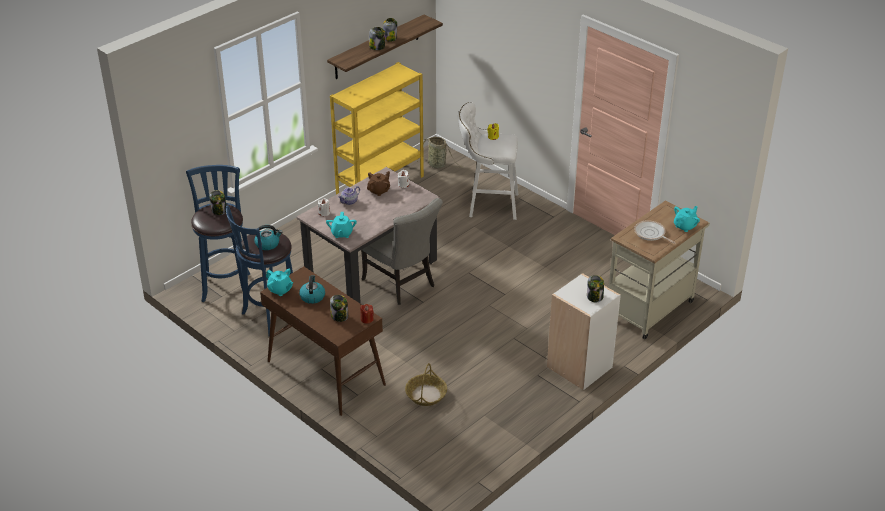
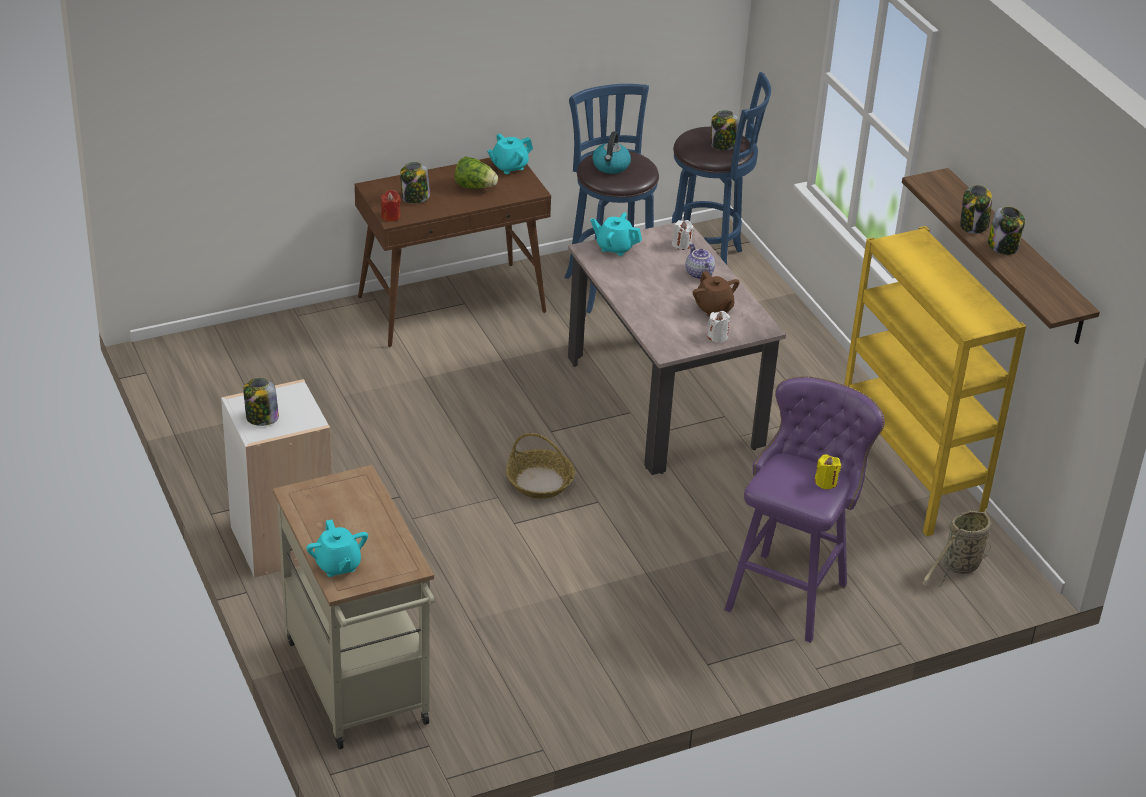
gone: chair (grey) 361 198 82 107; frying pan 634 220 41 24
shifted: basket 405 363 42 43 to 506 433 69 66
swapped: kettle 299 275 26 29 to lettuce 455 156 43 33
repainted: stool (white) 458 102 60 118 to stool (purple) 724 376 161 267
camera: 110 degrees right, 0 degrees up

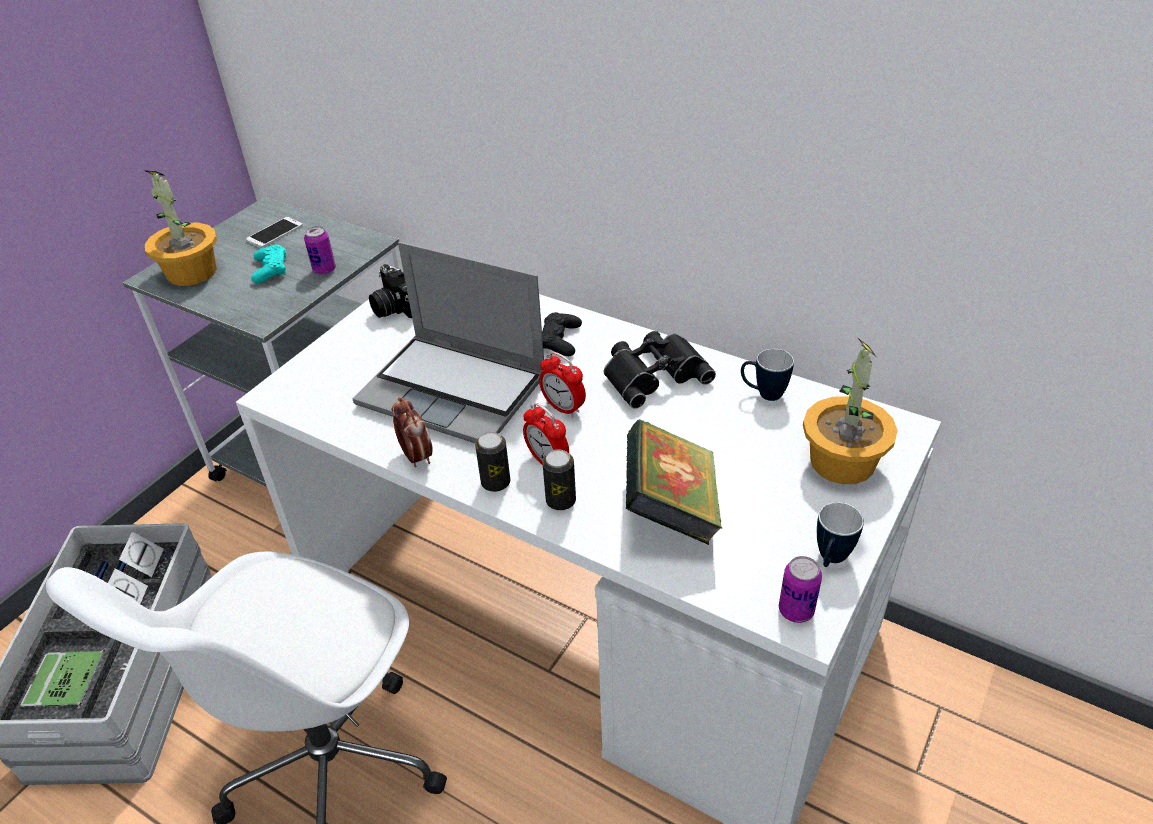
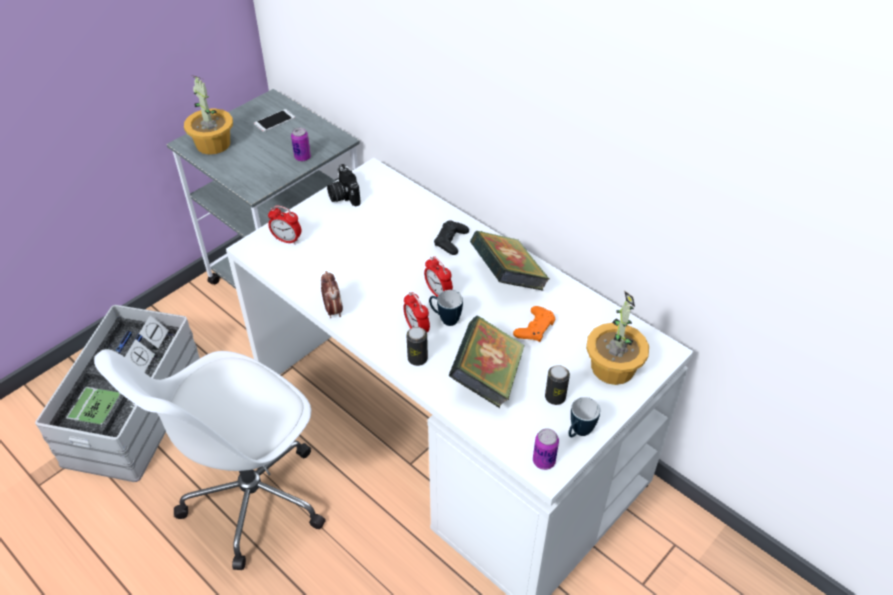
gone: game controller (turquoise) 251 244 35 39; laptop 353 242 191 201
new: alarm clock 268 205 33 39; game controller (orange) 513 306 42 36
shifted: can 475 432 35 60 to 545 365 25 40; mug 741 349 53 52 to 429 290 34 36
swapped: binoculars (black) 604 331 112 77 to book 470 231 79 60
camera: 10 degrees right, 5 degrees up

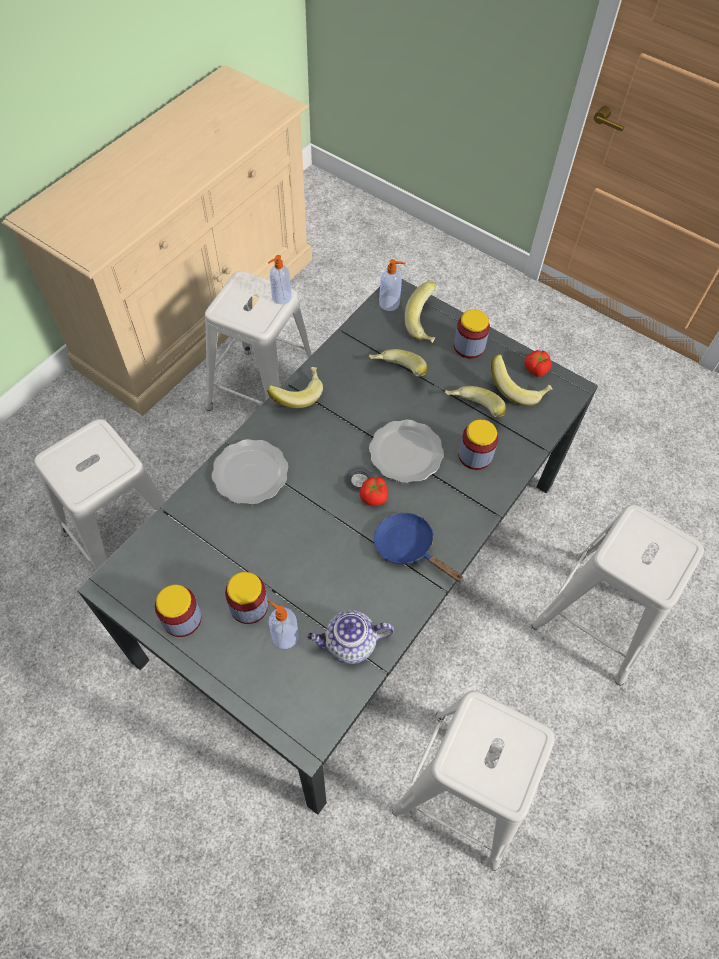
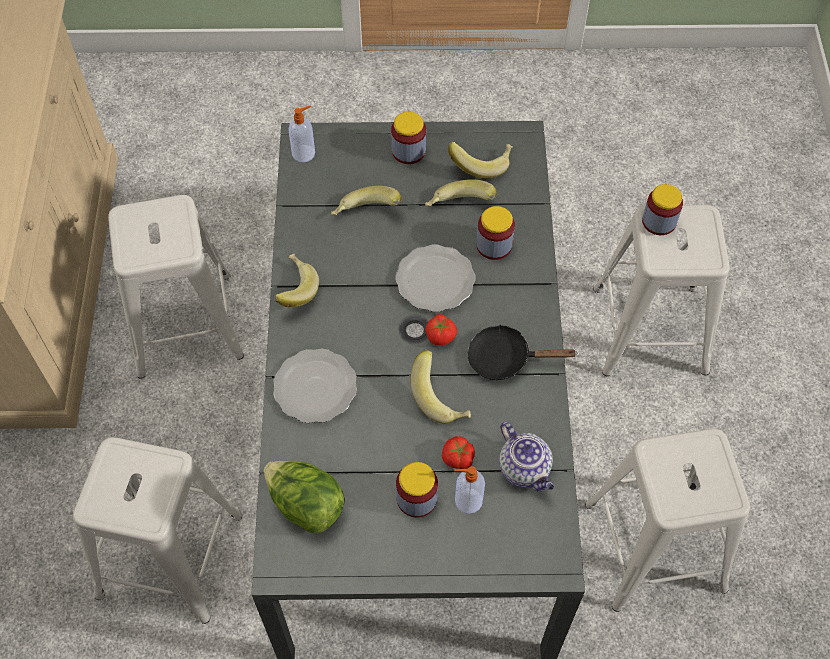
gone: soap dispenser 268 255 24 49
new: lettuce 264 461 81 72
shifted: jar 155 585 47 52 to 642 184 41 51; banana 404 282 32 61 to 411 350 60 74; tomato 524 350 28 27 to 442 436 33 33
repainted: frying pan (blue) 374 513 90 69 to frying pan (black) 467 324 110 57
rotated: teapot 307 610 87 54 = 499 422 55 69 75 degrees counterclockwise
camera: 35 degrees left, 0 degrees up

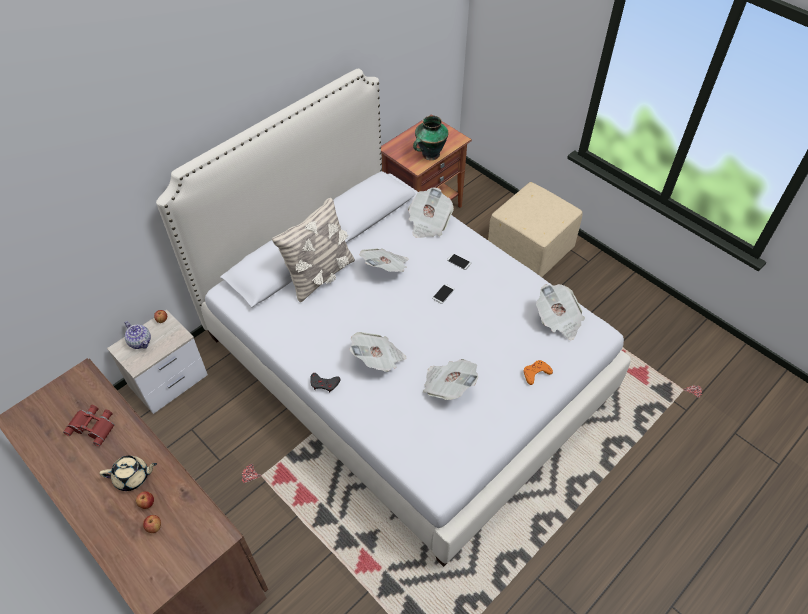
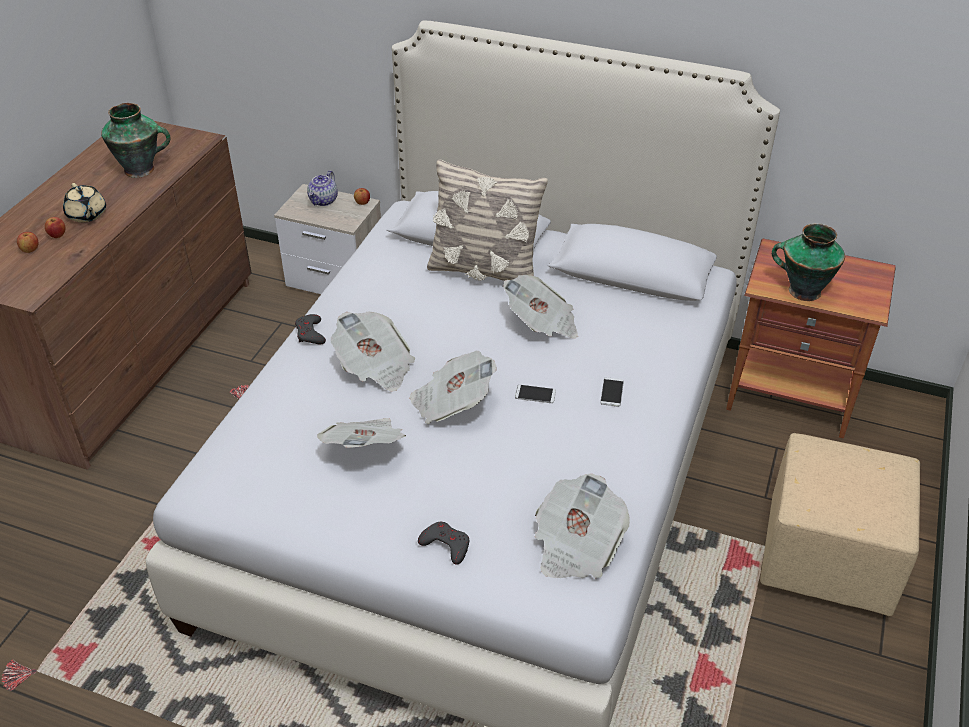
shifted: newspaper 408 187 46 51 to 409 351 88 73
swapped: binoculars (red) 63 405 52 42 to vase 101 103 69 75
repainted: game controller (orange) 524 360 29 25 to game controller (grey) 418 522 51 43
camera: 65 degrees right, 10 degrees down

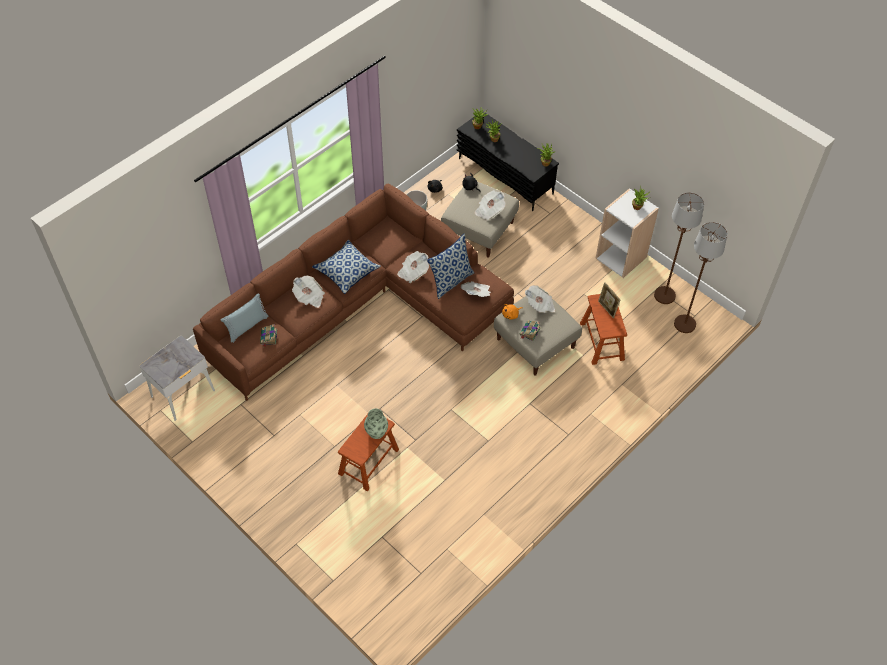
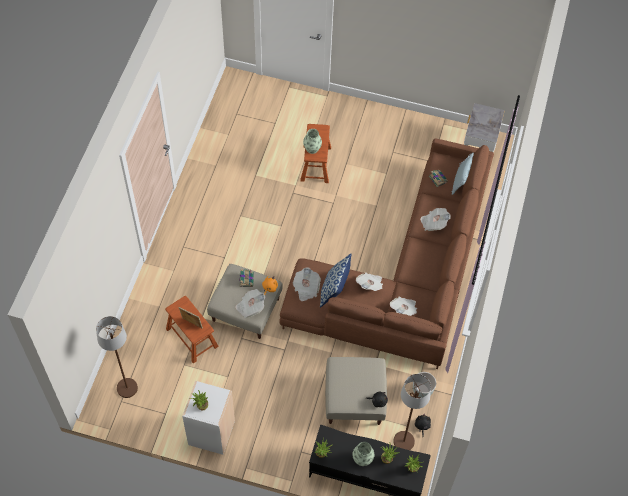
gone: pillow 312 240 69 54
new: vase 352 442 22 24
shifted: newspaper 475 190 31 31 to 390 297 27 19; floor lamp (brown) 654 192 50 112 to 393 374 38 76
camera: 150 degrees right, 5 degrees up

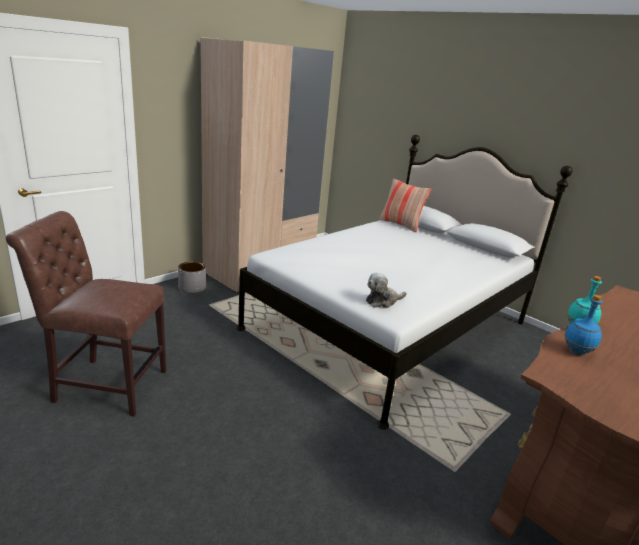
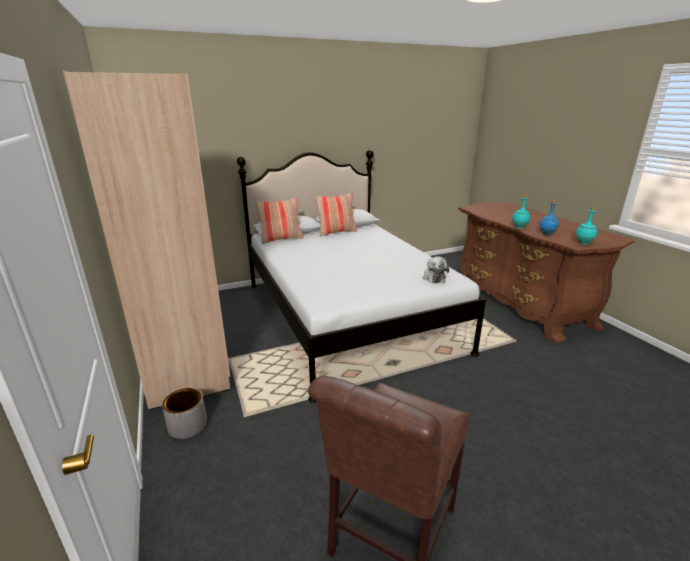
new: pillow 315 193 43 43; bottle (turquoise) 576 207 21 38
camera: 65 degrees left, 0 degrees up

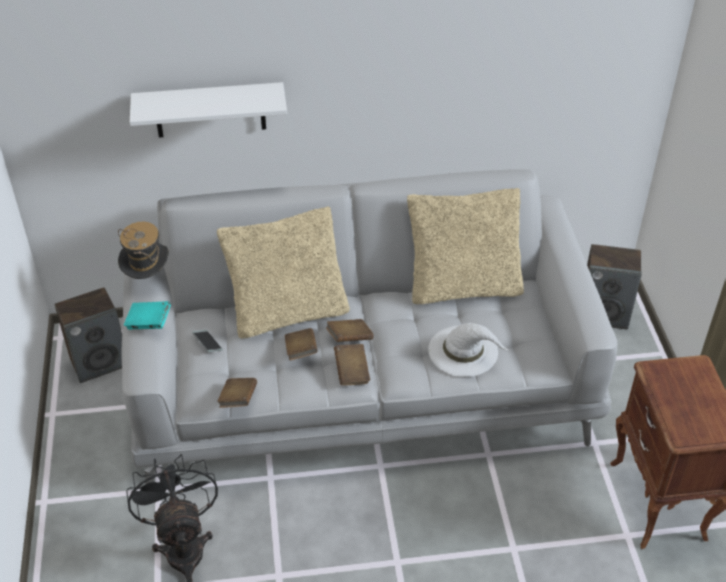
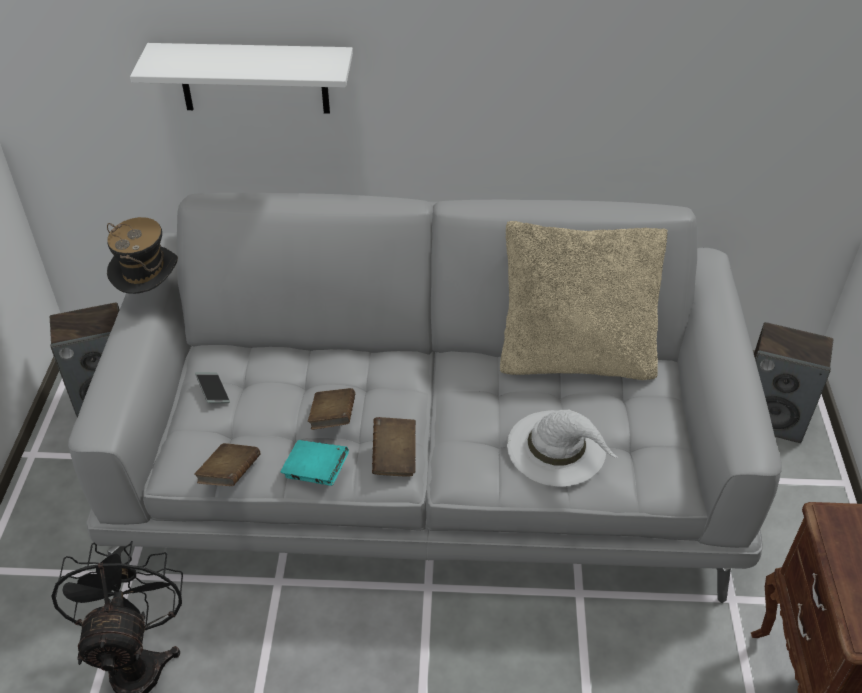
gone: pillow (beige) 217 207 133 132; book (brown) 326 319 48 23
shifted: book (turquoise) 124 301 47 29 to 281 440 68 46
camera: 10 degrees right, 0 degrees up

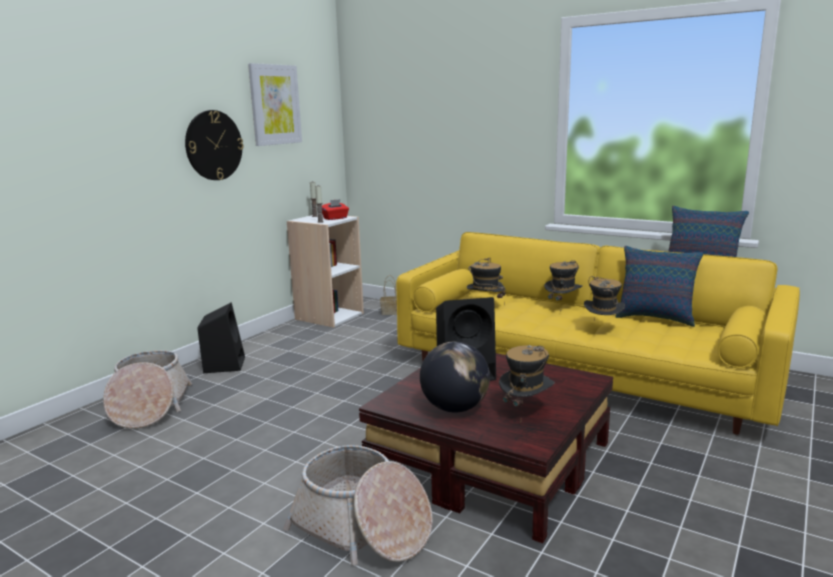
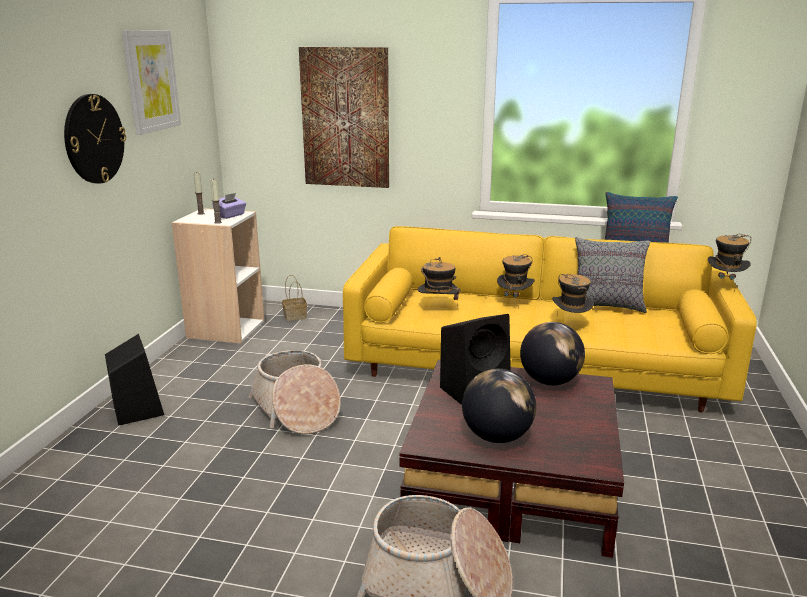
new: picture 299 47 90 141; globe 520 322 65 63
shifted: basket 103 350 89 79 to 249 350 92 84; hat 499 345 56 79 to 708 234 43 58
repainted: tissue box (red) 322 199 27 21 to tissue box (purple) 212 193 34 26; pillow (blue) 616 246 87 81 to pillow (grey) 575 237 75 76
camera: 20 degrees left, 5 degrees up

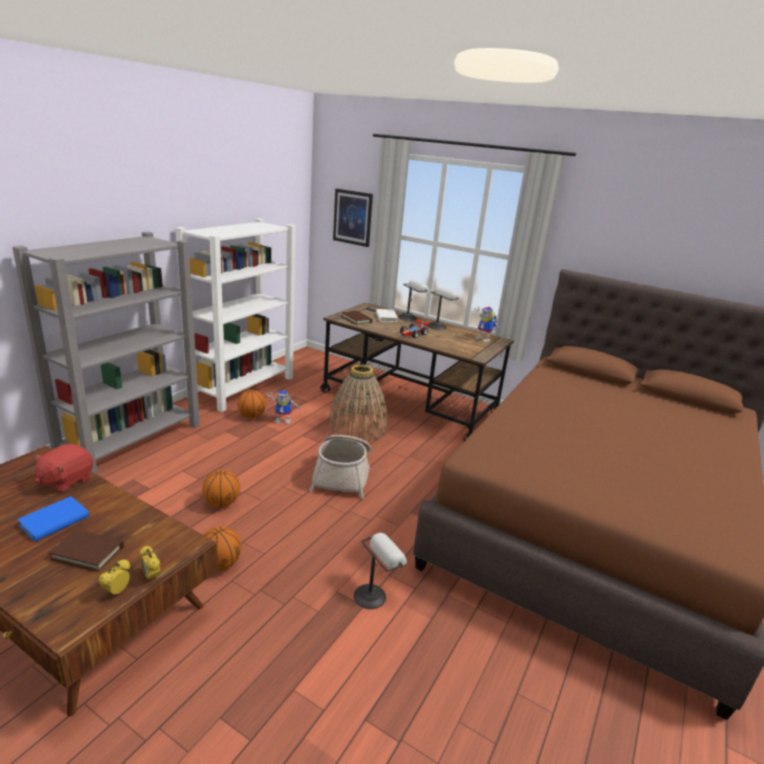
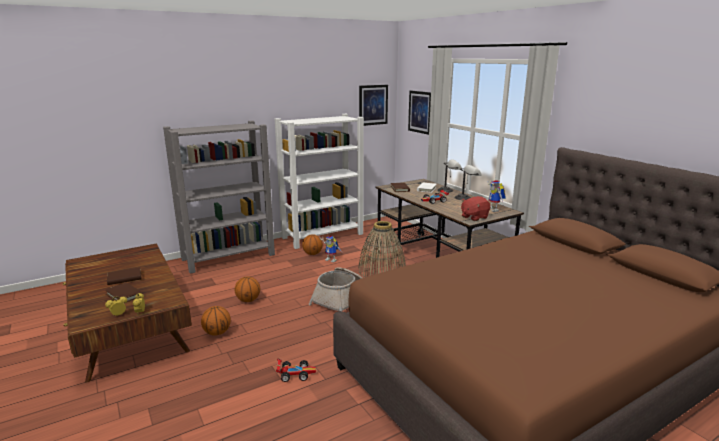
new: picture 359 85 29 41
shifted: plush toy (red) 34 444 59 49 to 461 196 30 25
swapped: table lamp 354 533 53 76 to toy car 276 358 40 24
repainted: book (blue) 17 496 72 46 to book (brown) 107 267 35 18
camera: 30 degrees right, 5 degrees down

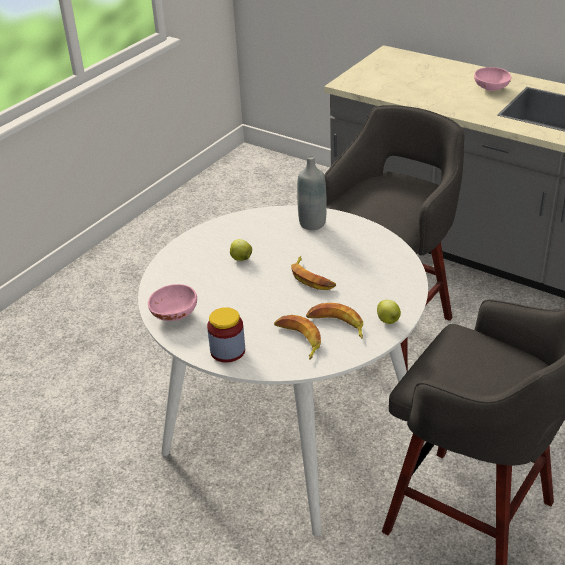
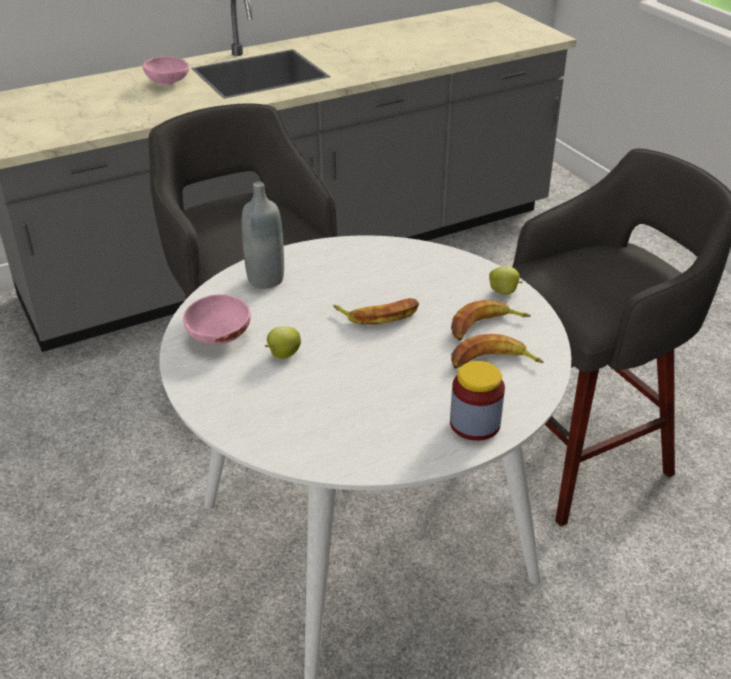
shifted: bowl (pink) 148 284 49 37 to 183 294 68 50
camera: 65 degrees left, 0 degrees up

